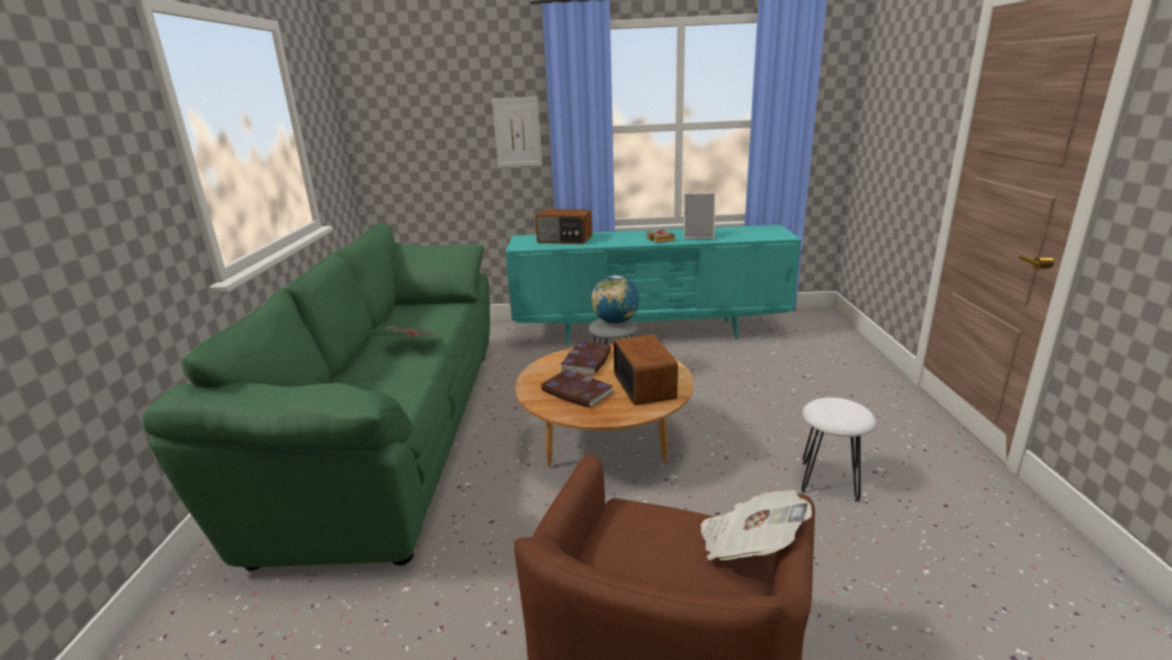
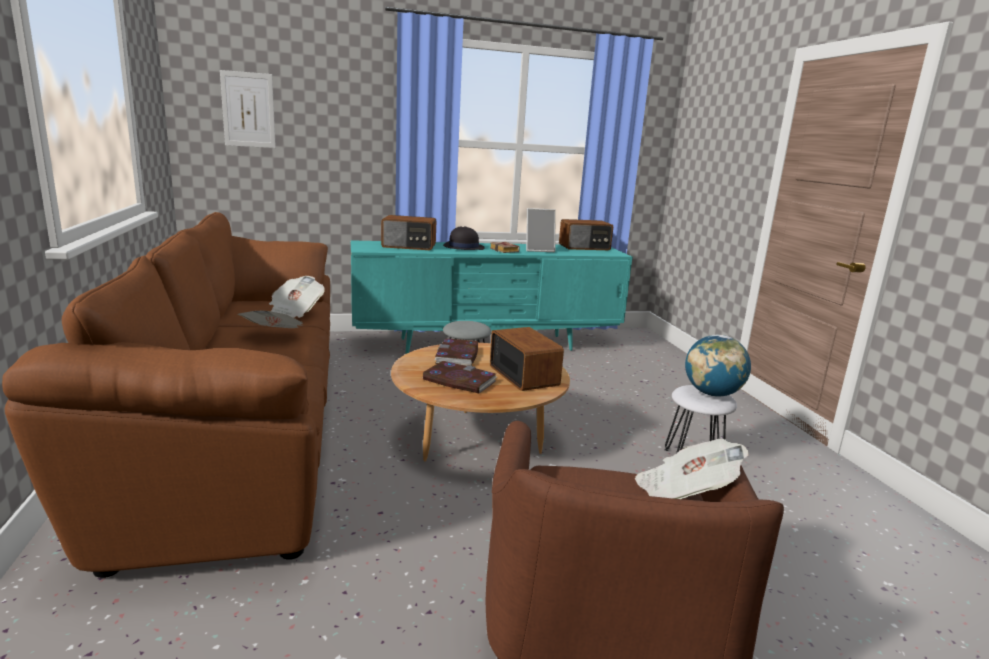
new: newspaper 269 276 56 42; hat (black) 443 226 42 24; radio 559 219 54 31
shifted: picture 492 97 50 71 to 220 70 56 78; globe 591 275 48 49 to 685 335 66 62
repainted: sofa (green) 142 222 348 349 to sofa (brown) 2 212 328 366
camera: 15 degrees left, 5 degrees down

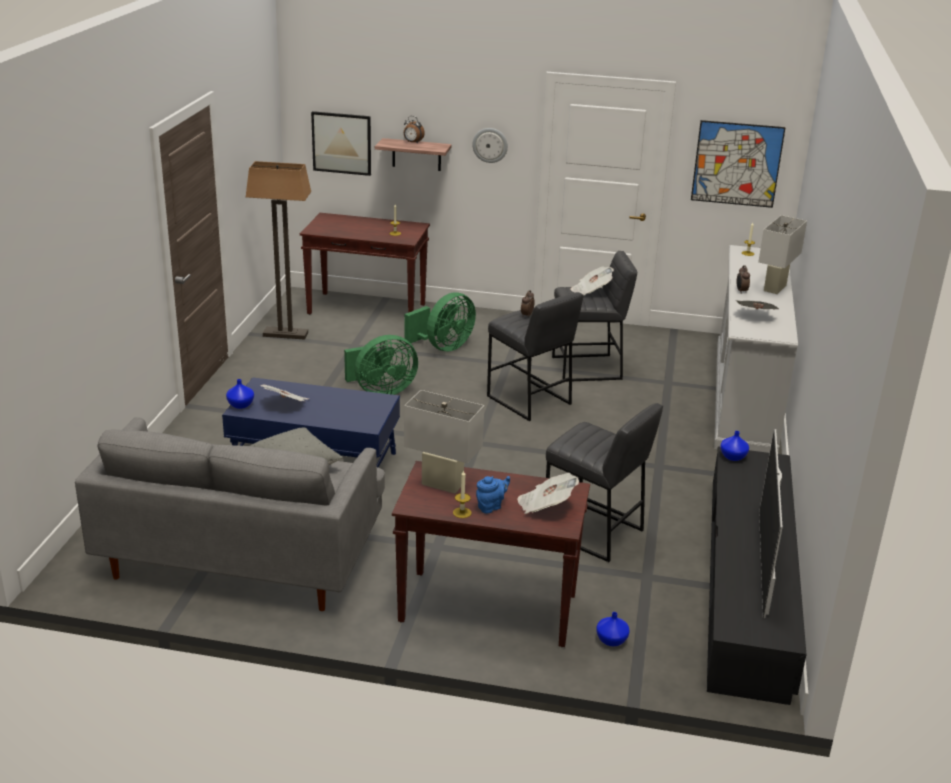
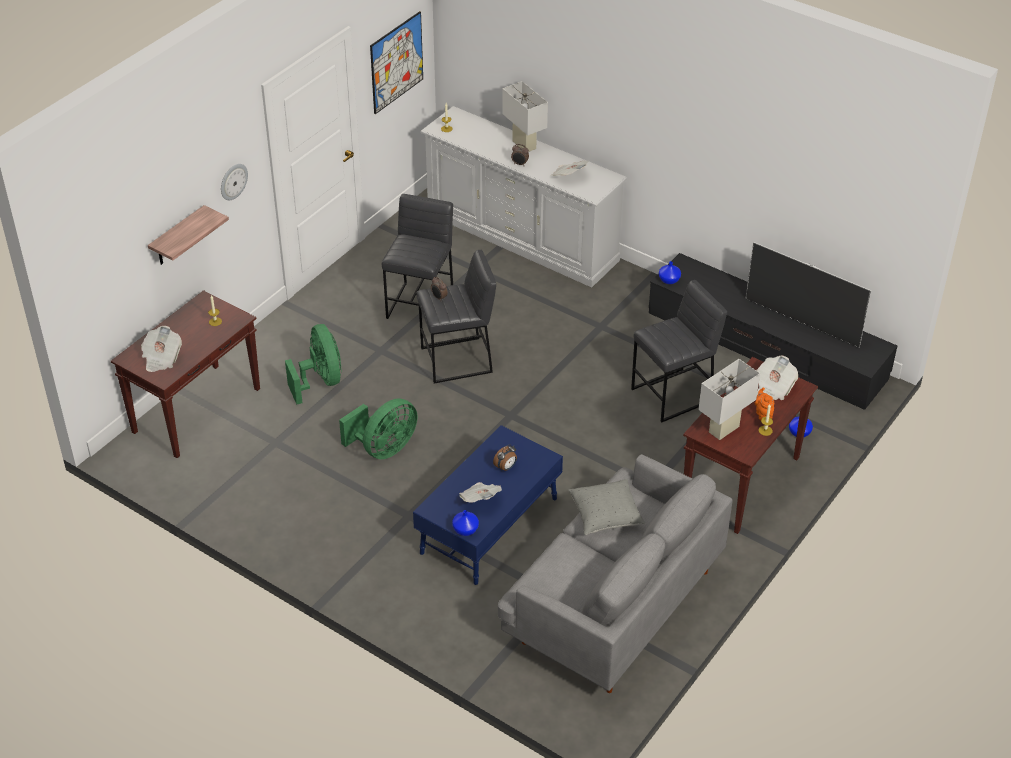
gone: floor lamp 246 161 65 179; picture 311 111 60 65
shifted: alarm clock 404 116 21 28 to 493 445 24 26; newspaper 571 267 43 28 to 141 326 41 46
repainted: teapot (blue) 476 476 34 37 to teapot (orange) 755 388 19 32
rotated: fan (green) 344 335 74 60 = 339 399 78 60 45 degrees clockwise
camera: 65 degrees left, 15 degrees up

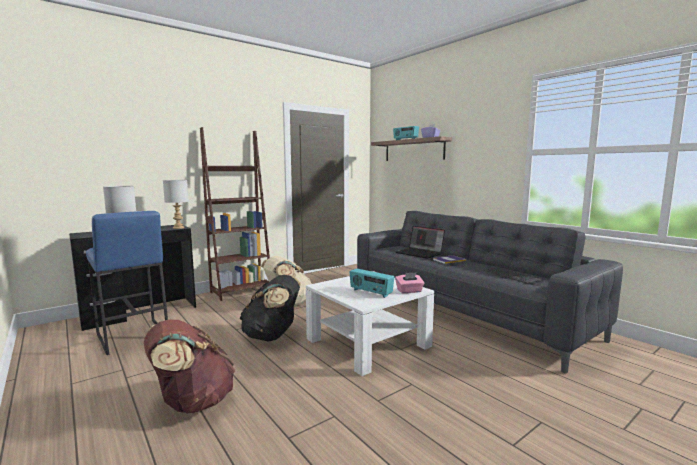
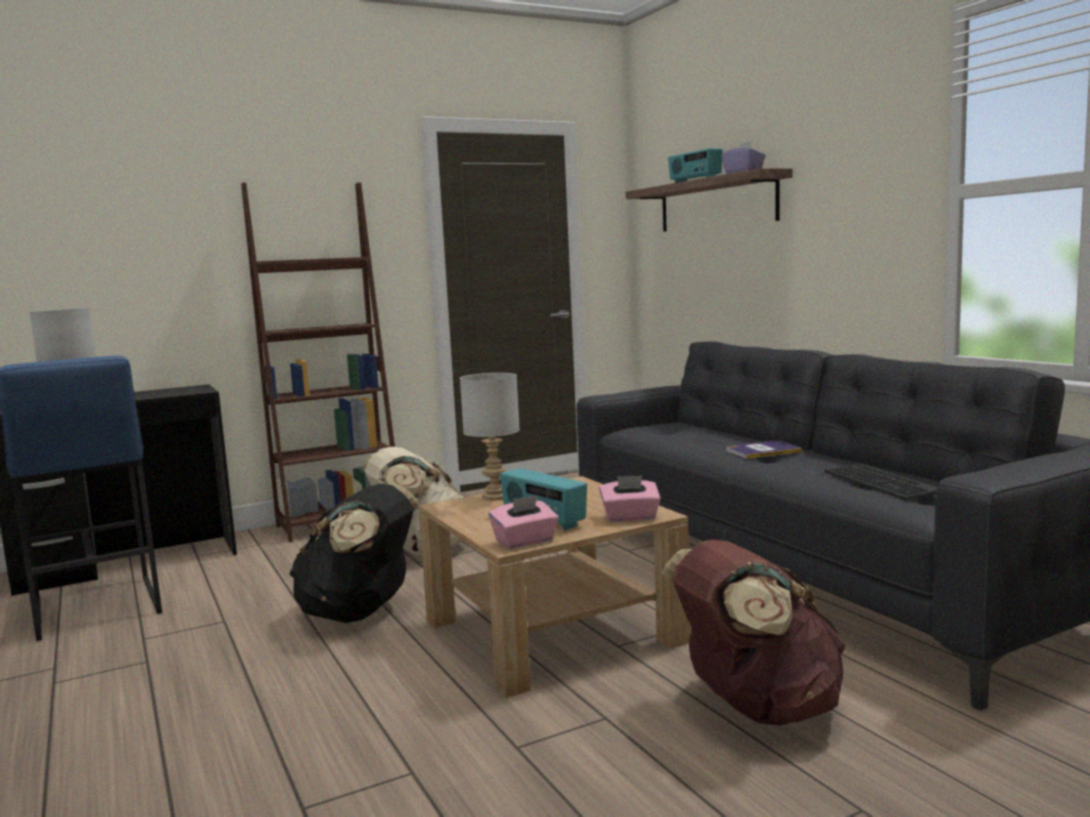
gone: laptop 396 226 49 33
new: tissue box (pink) 489 495 70 54
shifted: backpack (brown) 144 320 91 93 to 662 540 184 186; table lamp (grey) 163 180 26 49 to 460 373 60 128
repainted: coffee table (white) 306 271 128 105 to coffee table (brown) 418 476 273 222
camera: 10 degrees right, 0 degrees up

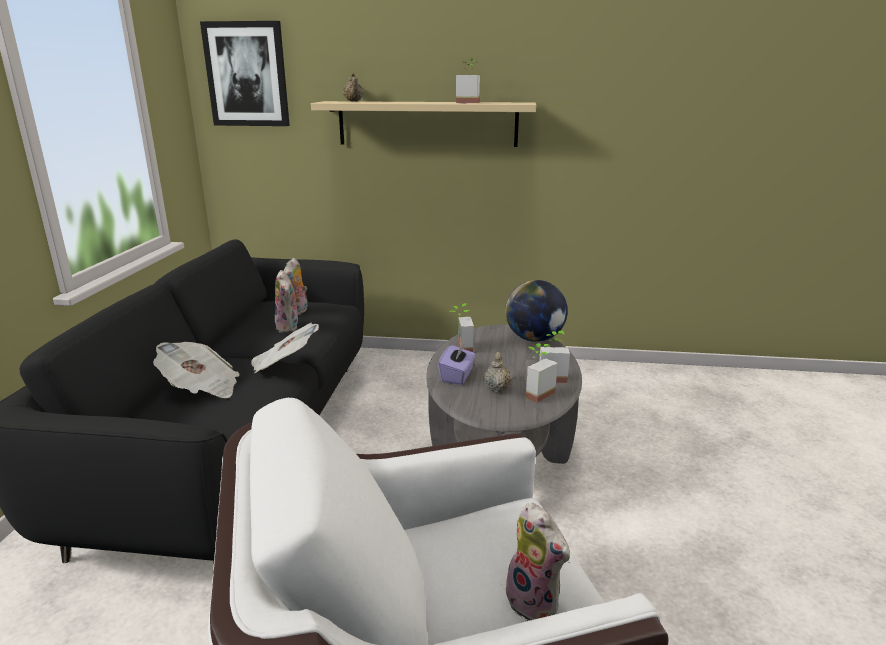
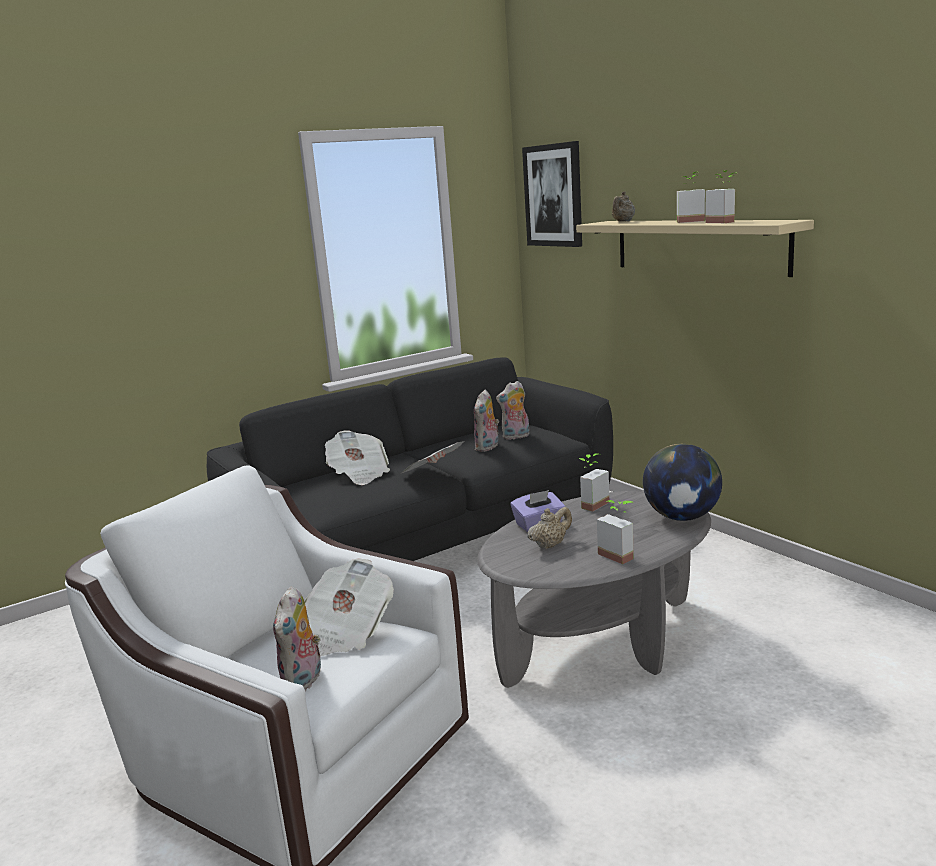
new: newspaper 305 558 89 98
shifted: potted plant 526 343 32 60 to 677 172 28 51
camera: 50 degrees right, 5 degrees down

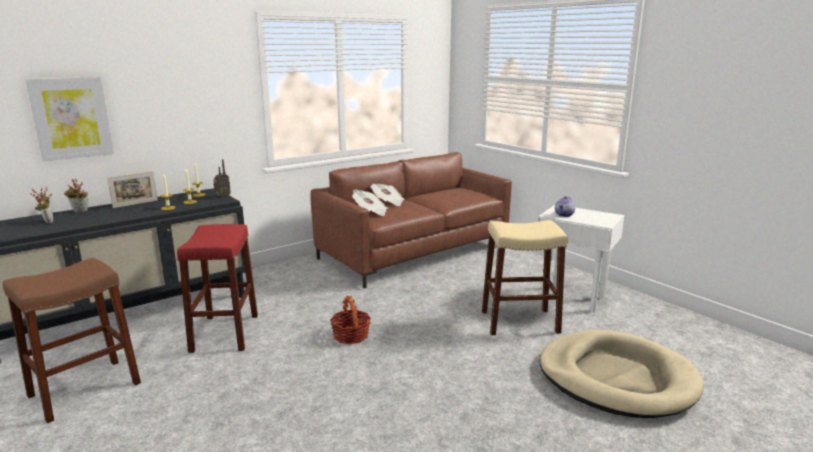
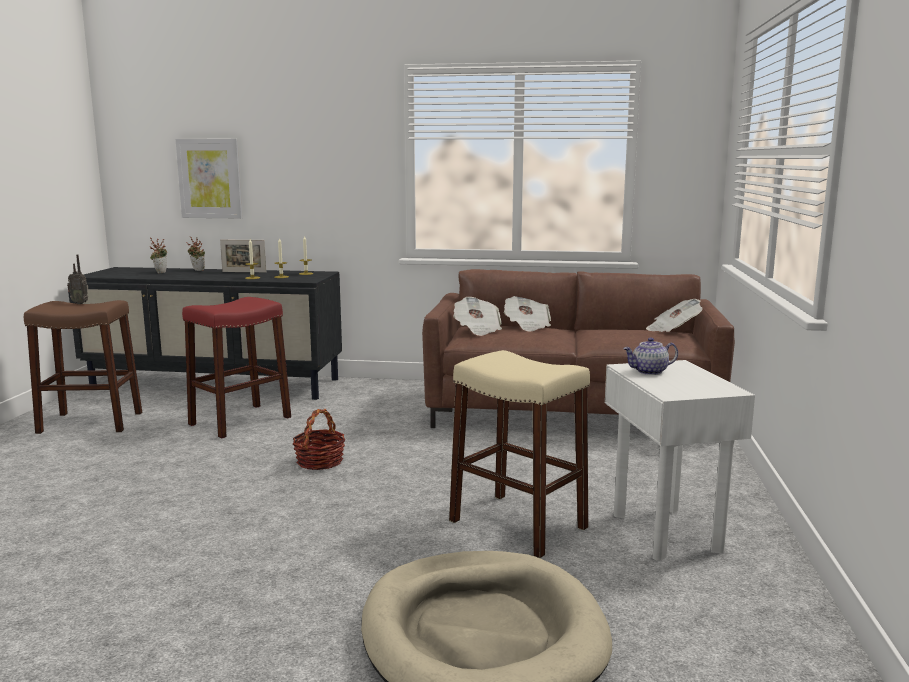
new: newspaper 646 299 56 33
shifted: radio 213 159 18 39 to 67 254 21 50
camera: 45 degrees right, 5 degrees down

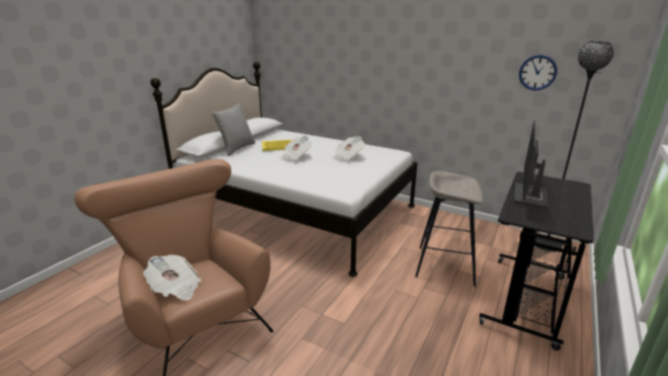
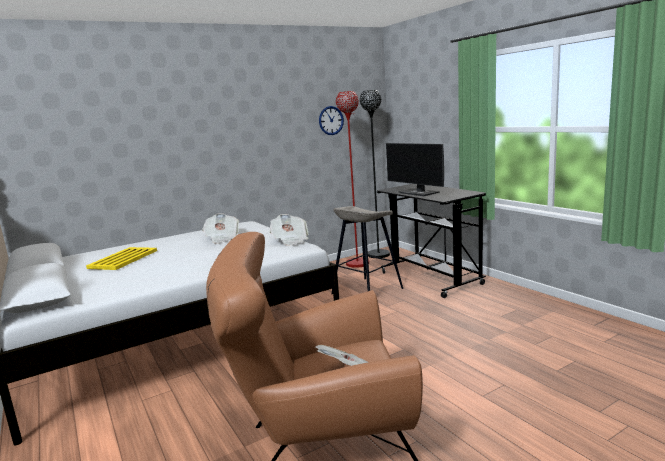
gone: pillow (grey) 212 103 43 53
new: floor lamp (red) 336 91 33 177
shifted: newspaper 280 136 32 25 to 269 214 39 32
camera: 60 degrees left, 10 degrees down

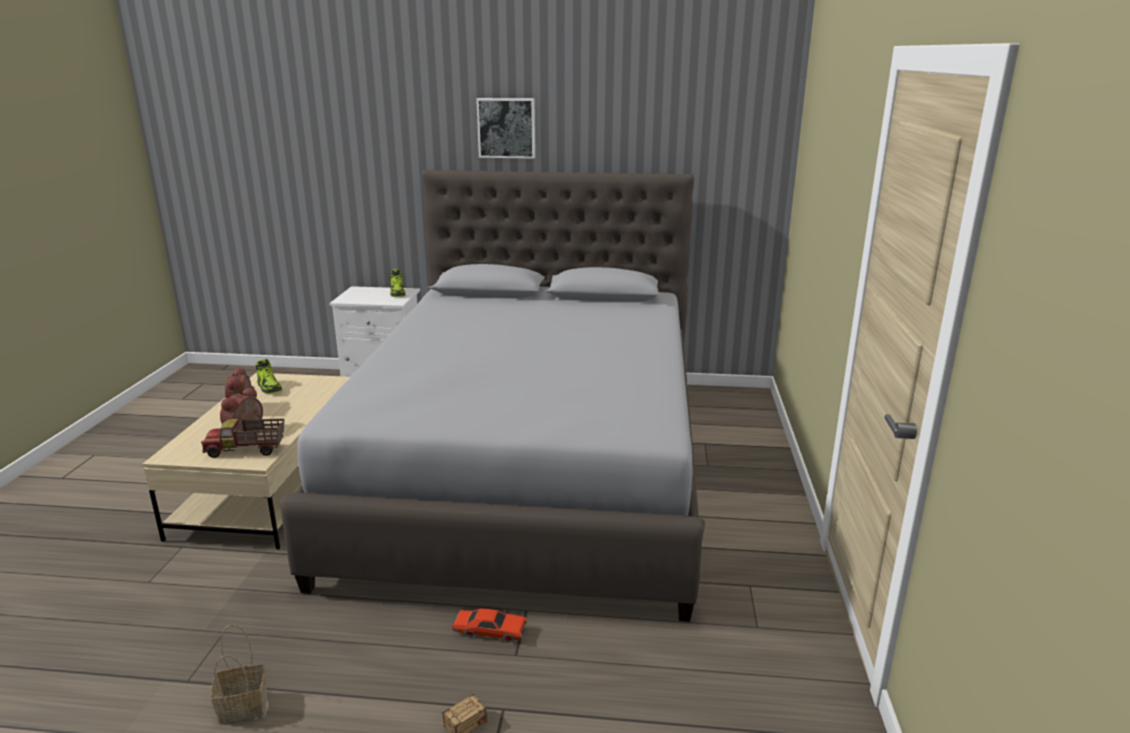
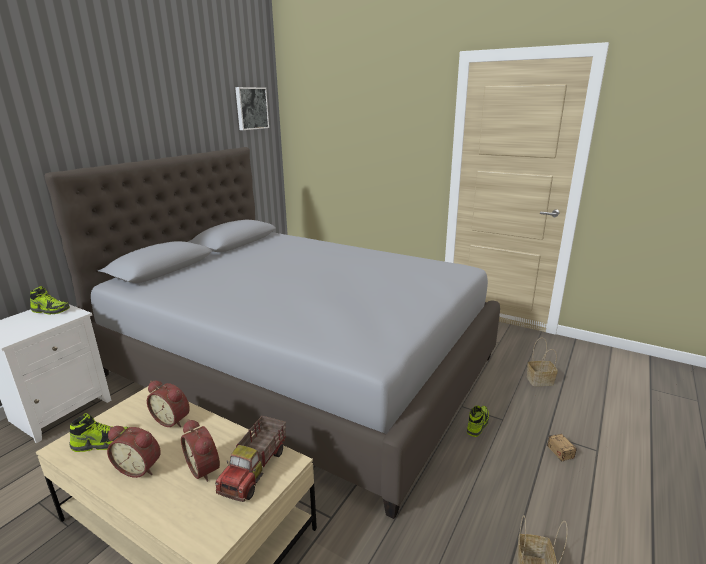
new: alarm clock 147 381 43 46; basket 527 337 31 49
shifted: picture 476 98 59 61 to 235 87 34 43
swapped: toy car (red) 452 608 75 34 to shoe 467 405 22 32
camera: 65 degrees left, 0 degrees up

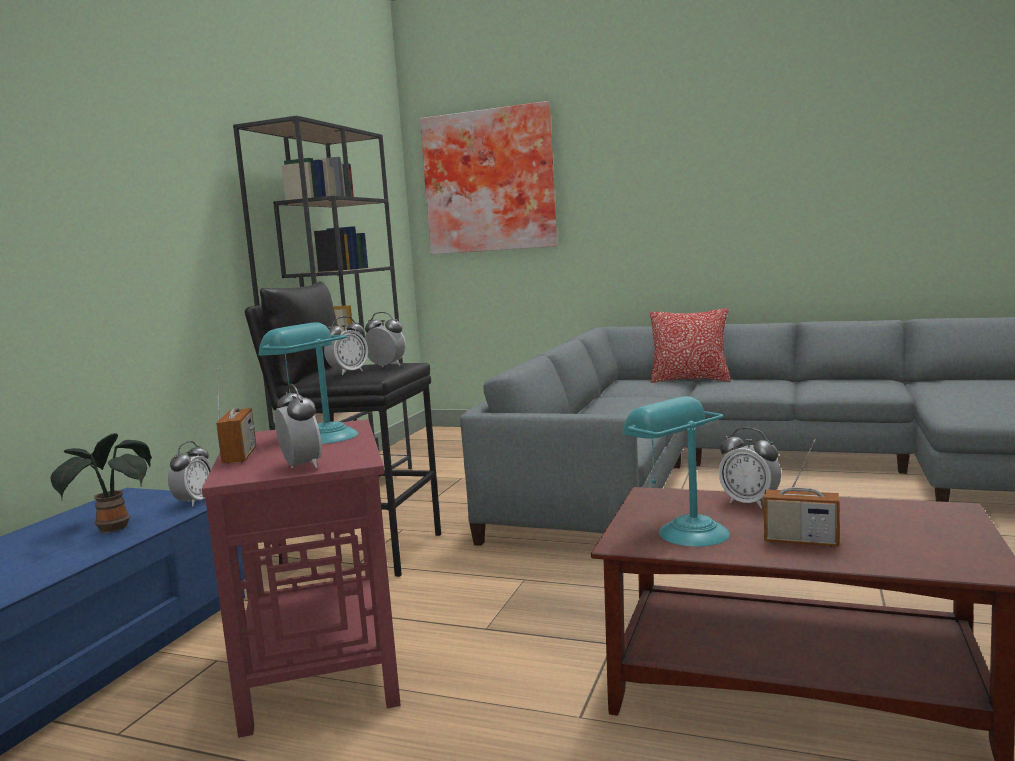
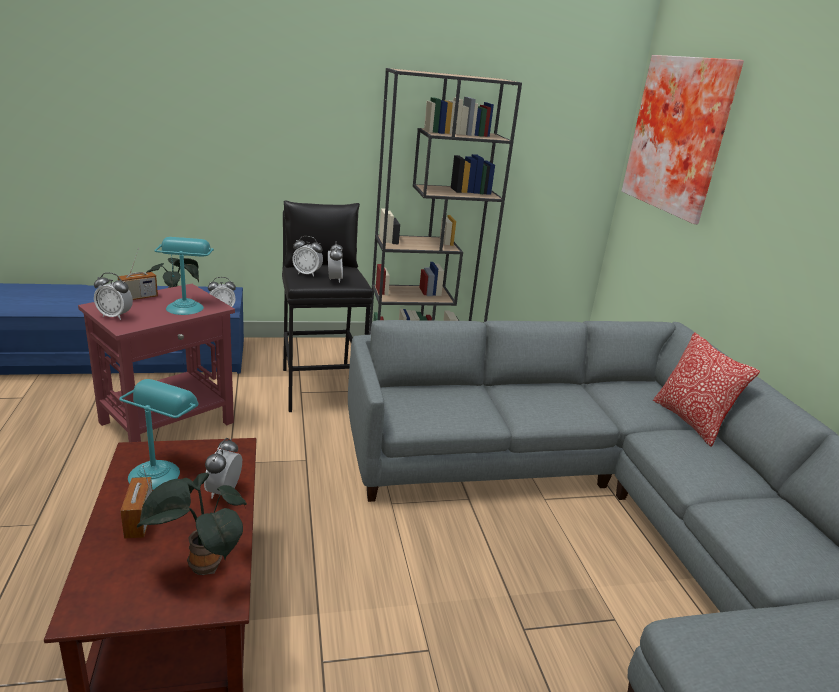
new: potted plant 137 473 110 102
rotated: alarm clock 274 384 48 84 = 94 272 39 48 75 degrees clockwise
camera: 55 degrees right, 15 degrees up

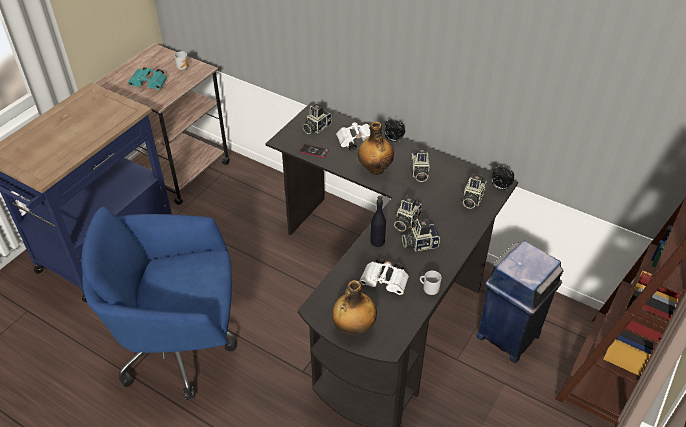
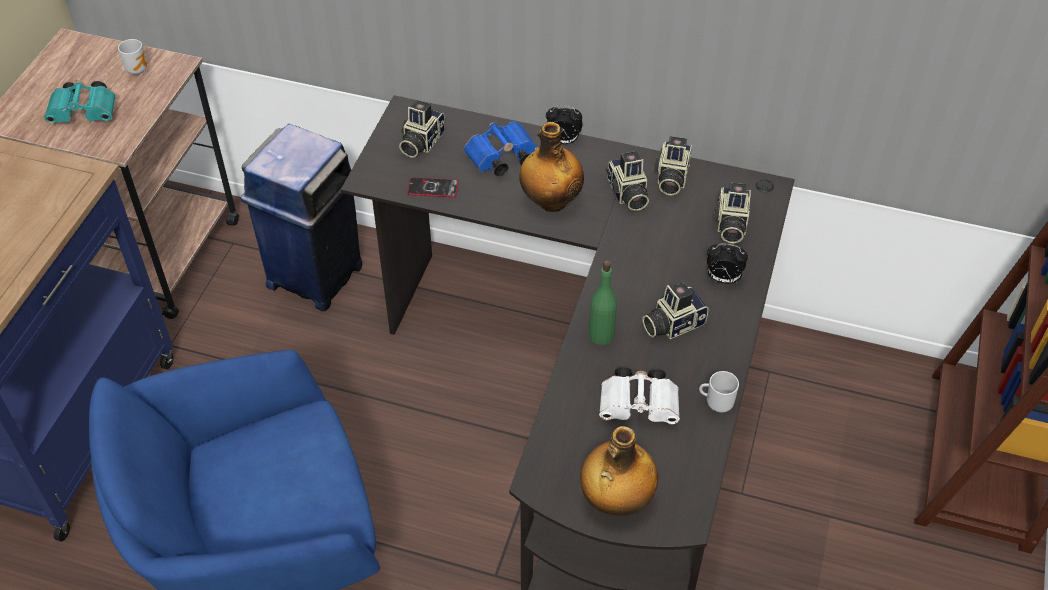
shifted: photo camera 394 196 28 36 to 654 136 38 60; trash can (blue) 476 241 87 122 to 241 123 121 188; alarm clock 491 165 23 25 to 707 243 41 41
repainted: binoculars (white) 336 122 34 29 to binoculars (blue) 464 121 73 55; bottle (black) 370 196 16 51 to bottle (green) 589 261 28 84
camera: 15 degrees left, 5 degrees up

